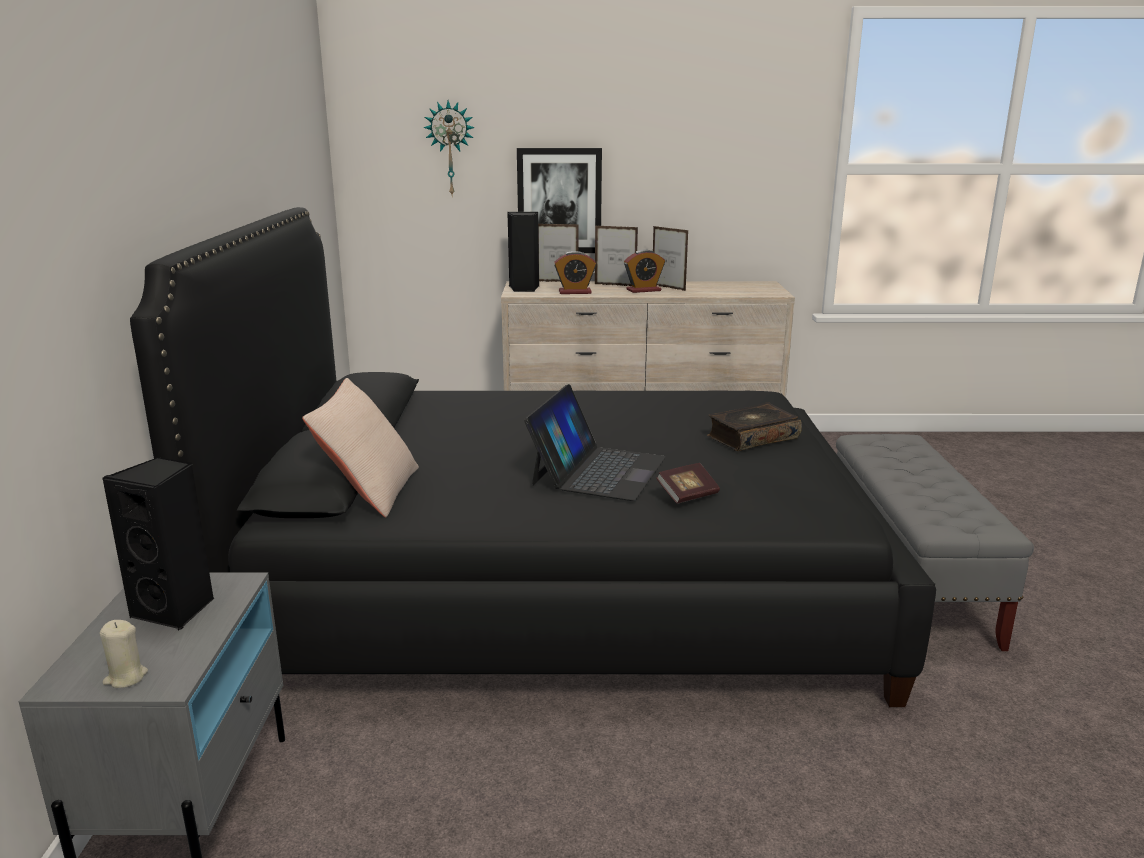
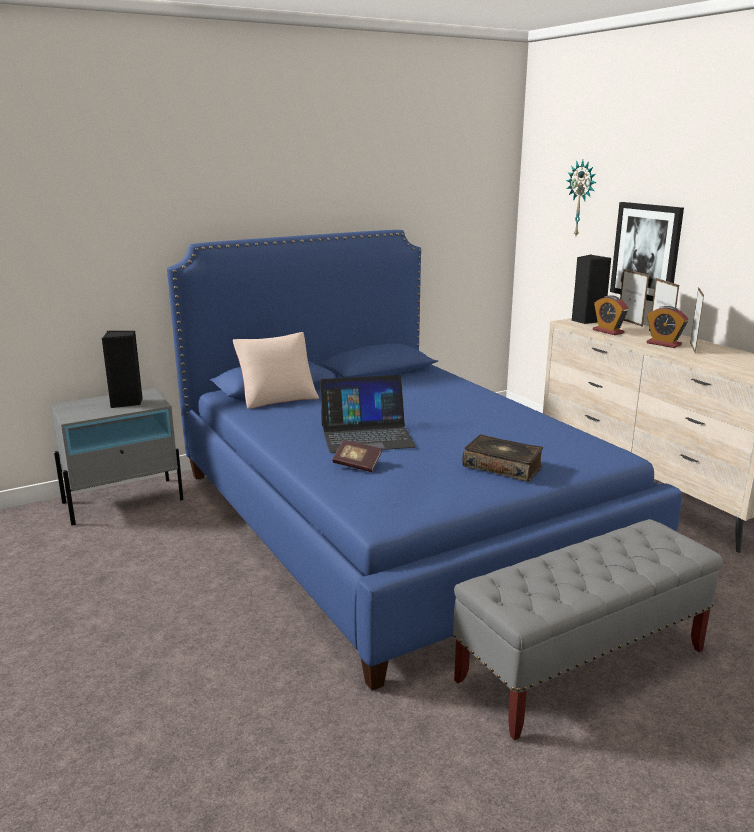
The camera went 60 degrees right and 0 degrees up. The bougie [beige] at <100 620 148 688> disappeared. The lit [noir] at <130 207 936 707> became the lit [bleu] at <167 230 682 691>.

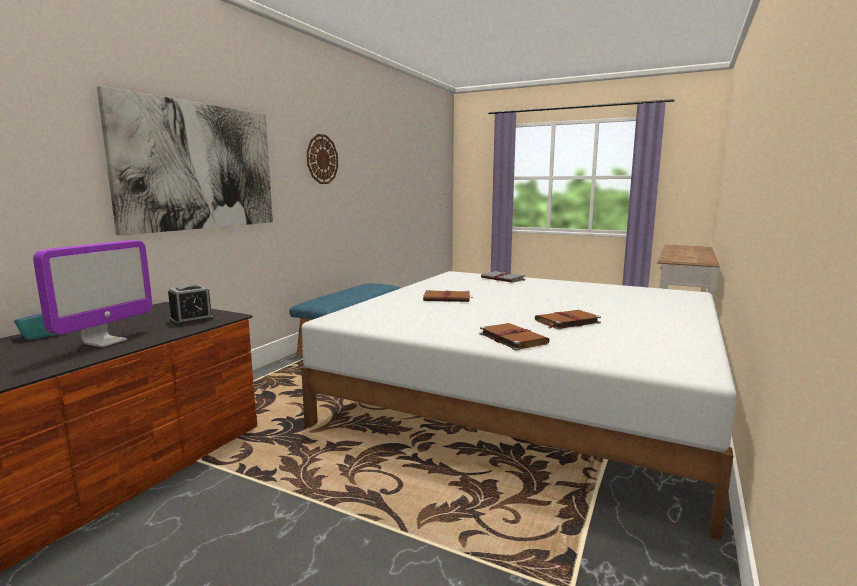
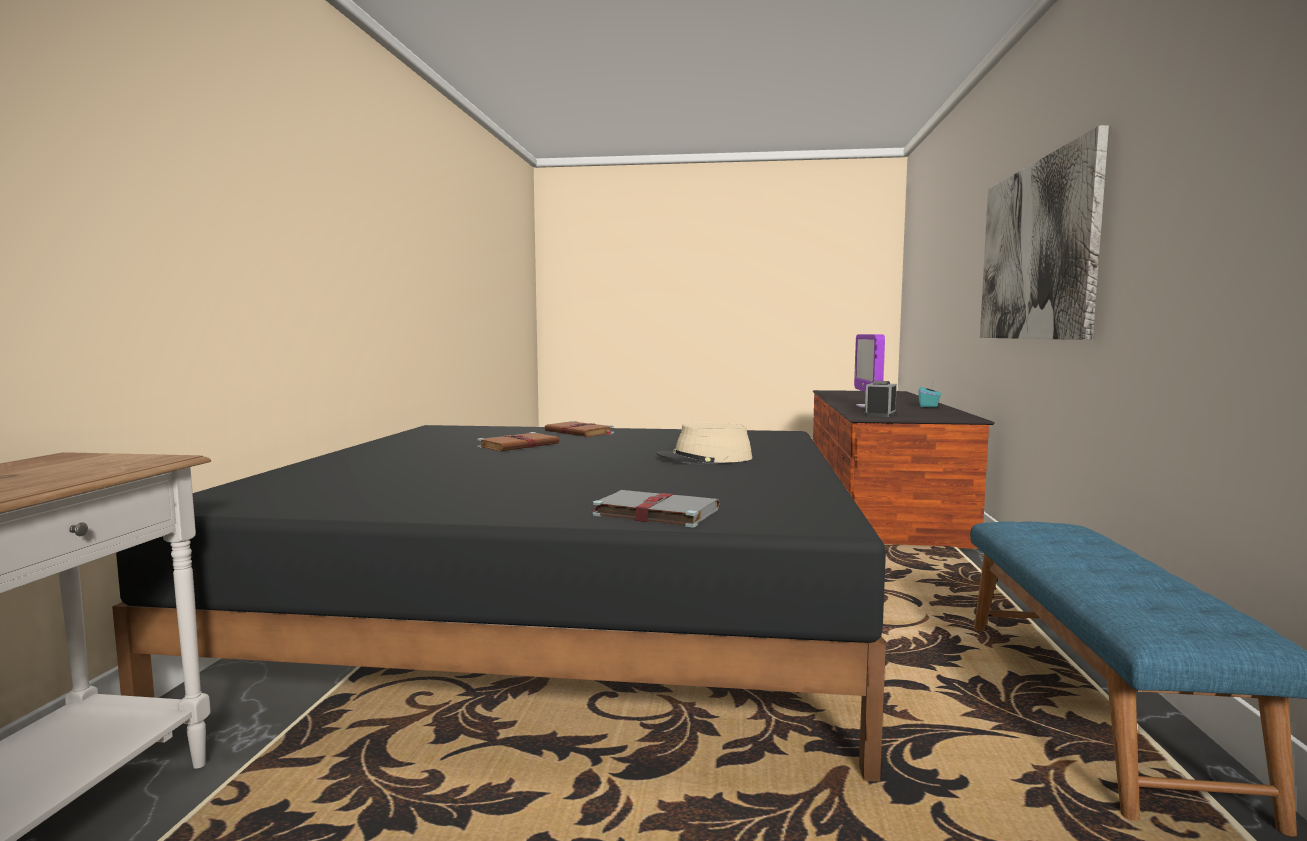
The camera went 160 degrees right and 5 degrees down. The horloge murale at <307 134 338 184> disappeared. The livre [marron] at <423 290 473 302> was replaced by the chapeau [beige] at <656 422 752 464>. The lit [blanc] at <301 271 737 541> became the lit [noir] at <112 425 886 782>.

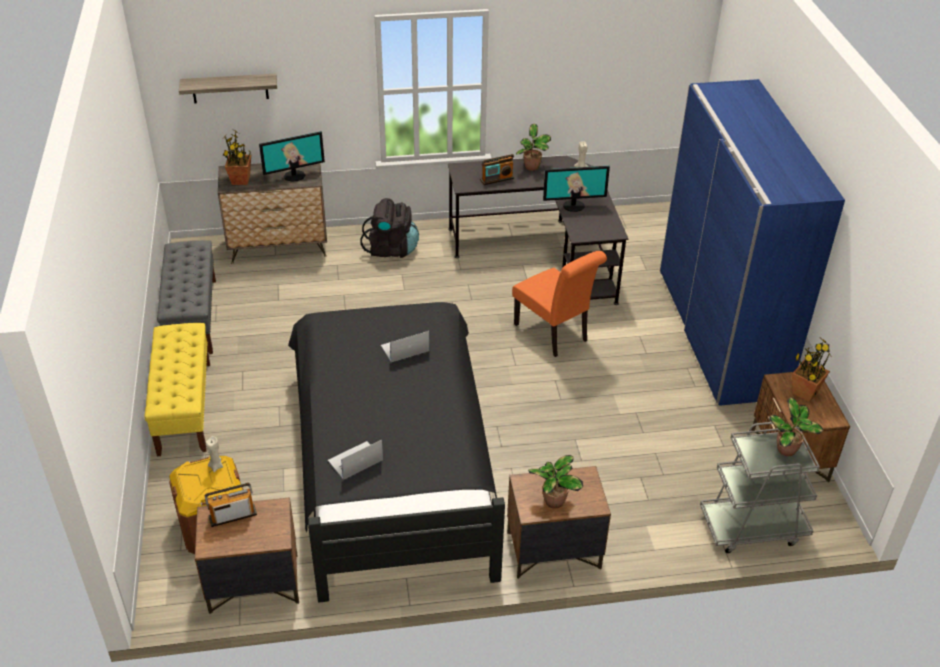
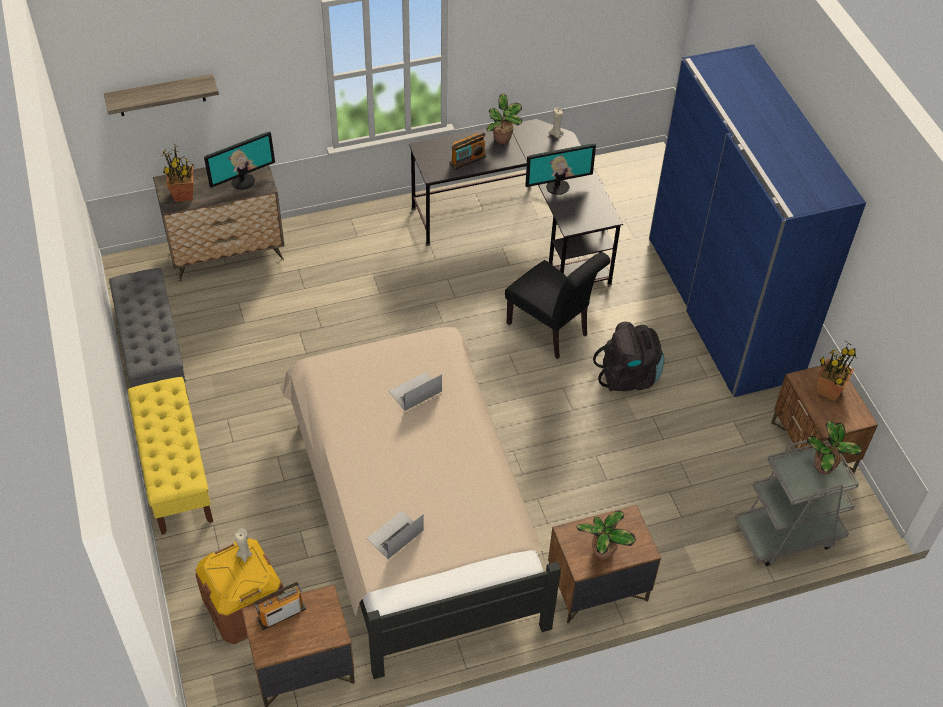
The camera went 10 degrees left and 10 degrees up. The sac à dos [noir] moved from <360 198 419 258> to <593 322 665 391>. The lit [noir] at <288 302 505 602> became the lit [beige] at <280 327 561 679>. The chaise [orange] at <512 251 607 357> became the chaise [noir] at <505 252 611 359>.

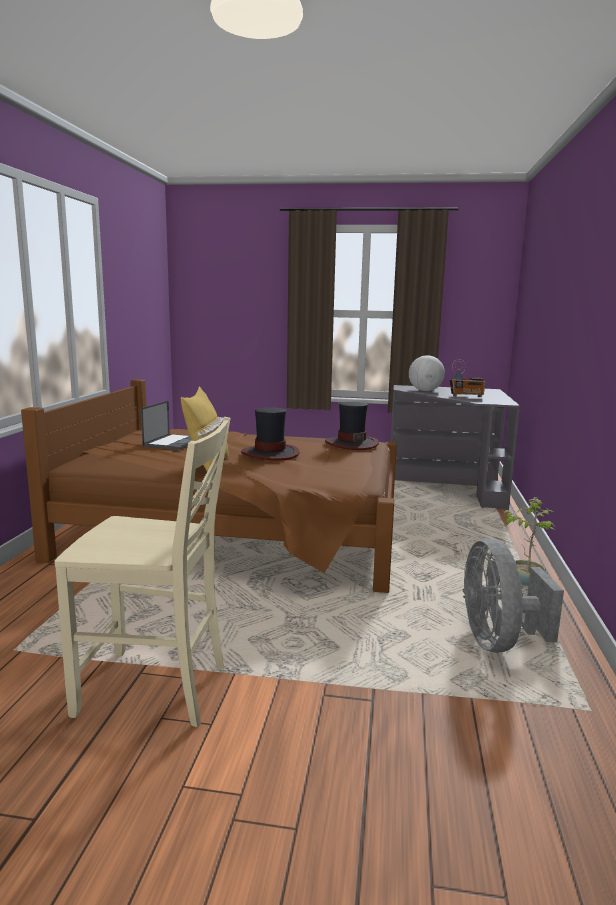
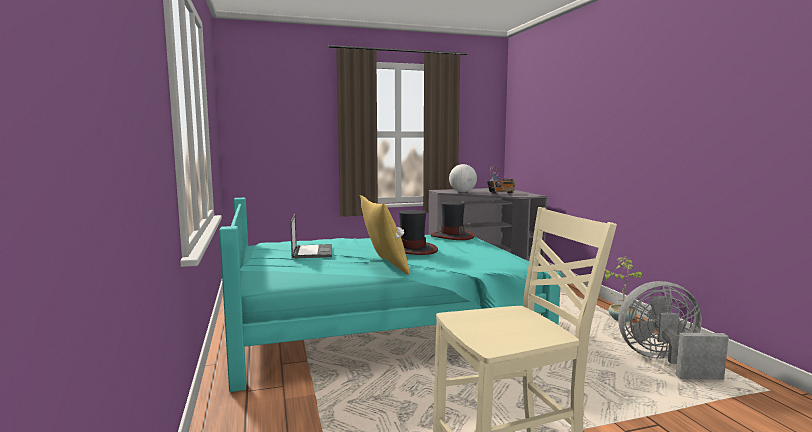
The camera went 25 degrees left and 5 degrees down. The lit [marron] at <21 379 397 593> became the lit [turquoise] at <219 198 561 392>. The ventilateur [gris] at <463 539 564 653> turned 120 degrees clockwise.

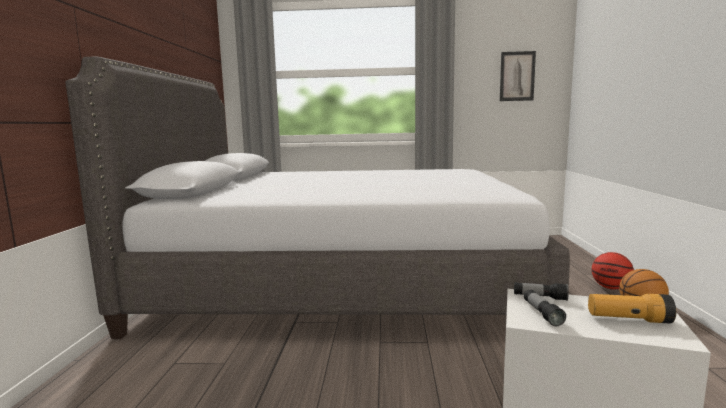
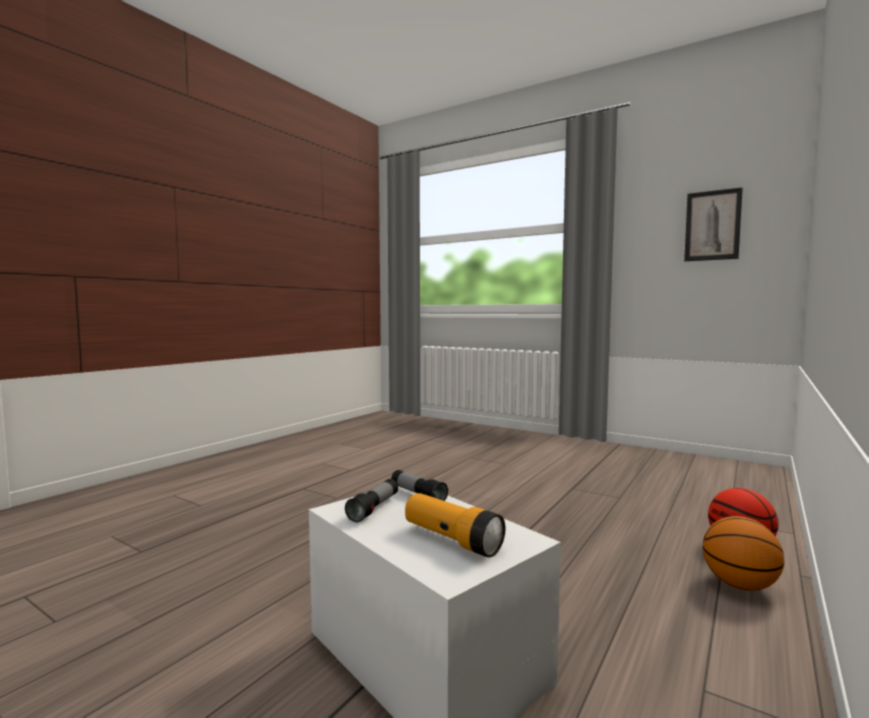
The camera went 30 degrees right and 5 degrees down. The lit [gris] at <65 56 570 339> disappeared.

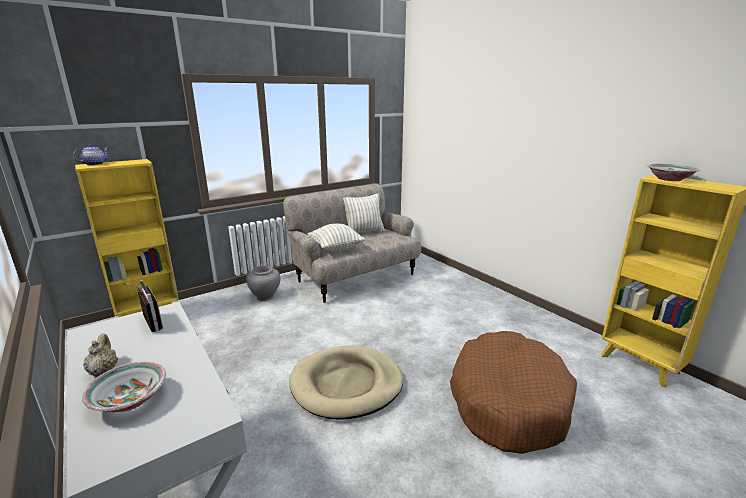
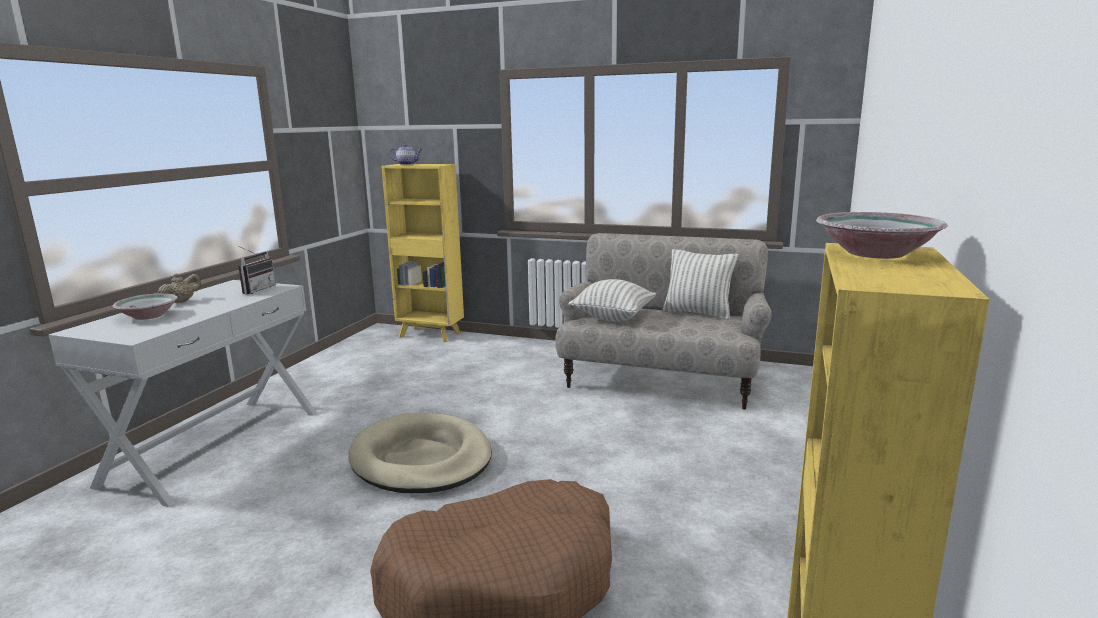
The camera went 55 degrees right and 5 degrees down. The vase [gris] at <246 266 280 301> disappeared.

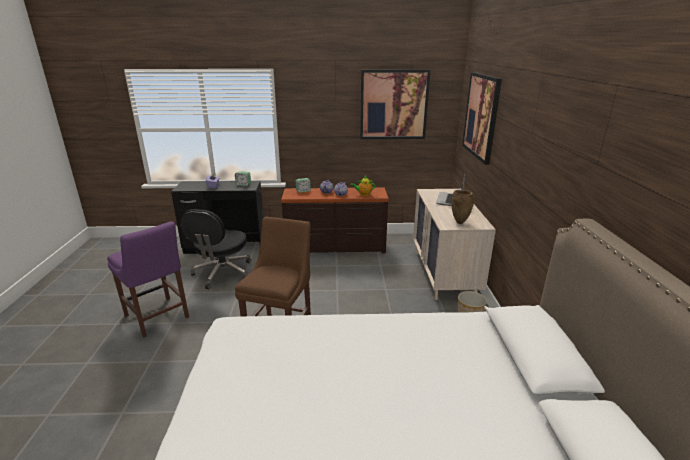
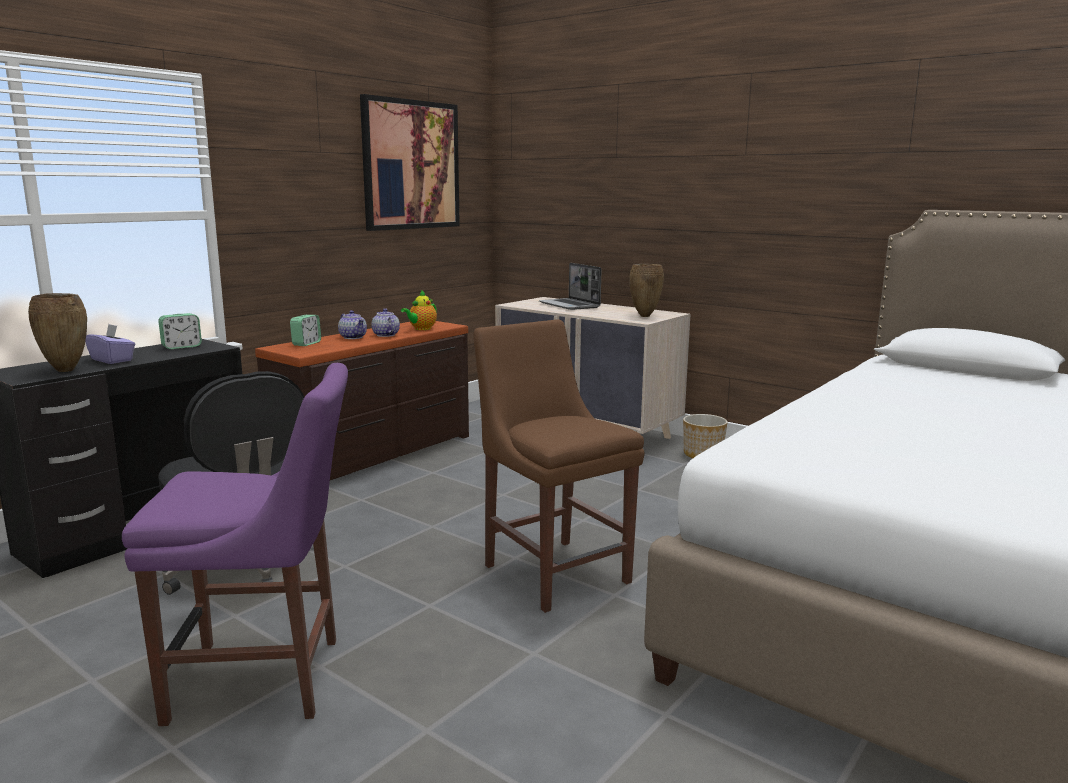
The camera went 50 degrees left and 10 degrees down. The tableau at <462 72 502 165> disappeared. The vase [marron] at <28 293 87 372> appeared.

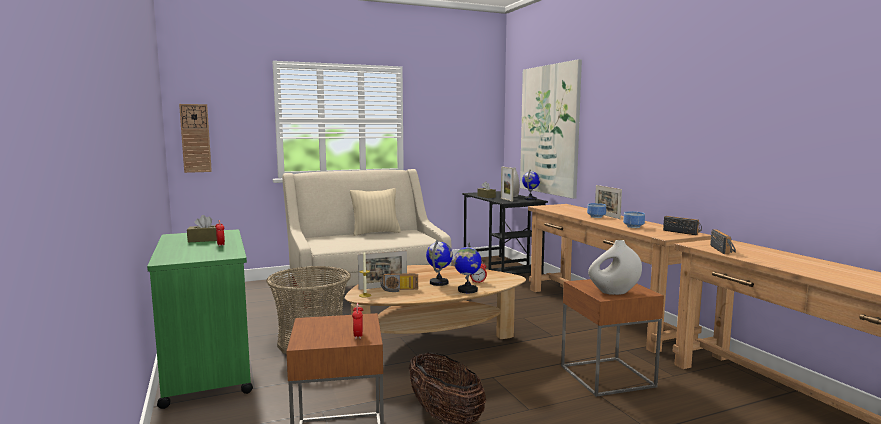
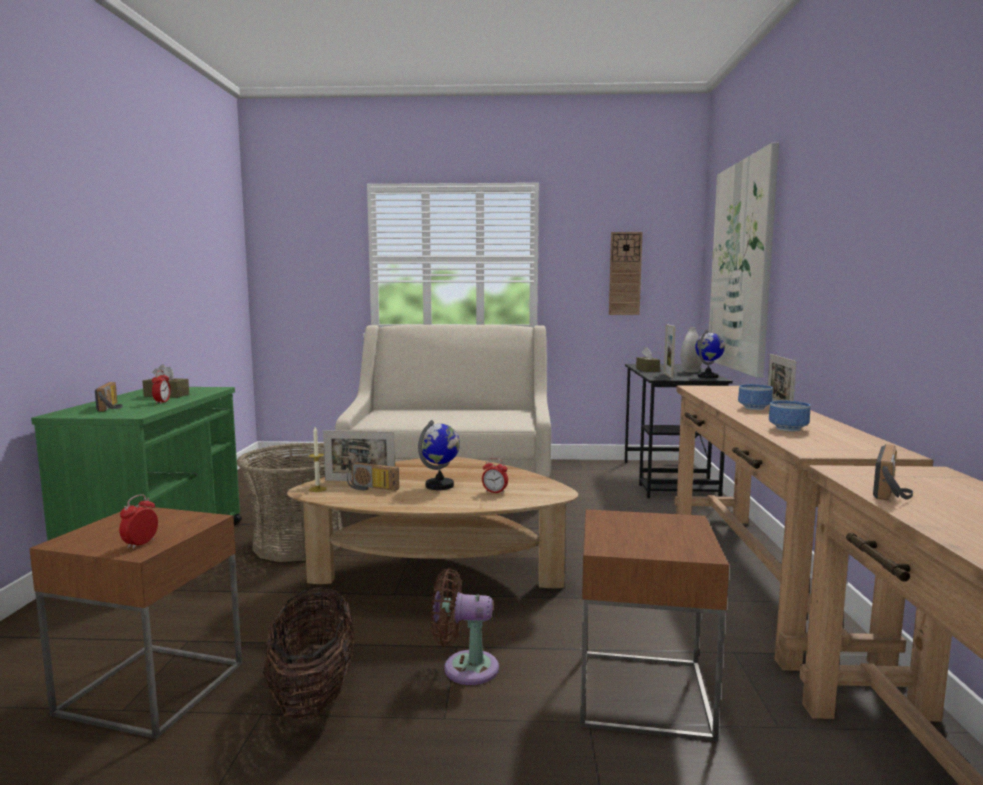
The camera went 25 degrees right and 0 degrees up. The coussin [beige] at <350 188 401 236> disappeared. The globe at <454 243 481 293> disappeared. The vase [blanc] at <588 240 642 295> disappeared. The ventilateur [marron] at <431 568 499 685> appeared. The horloge murale moved from <179 104 212 173> to <609 232 643 315>. The radio moved from <663 216 702 235> to <95 382 123 412>.

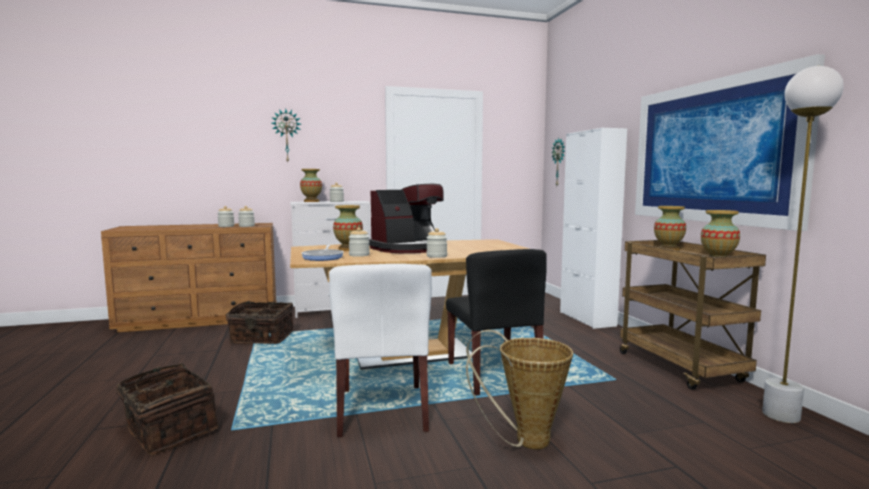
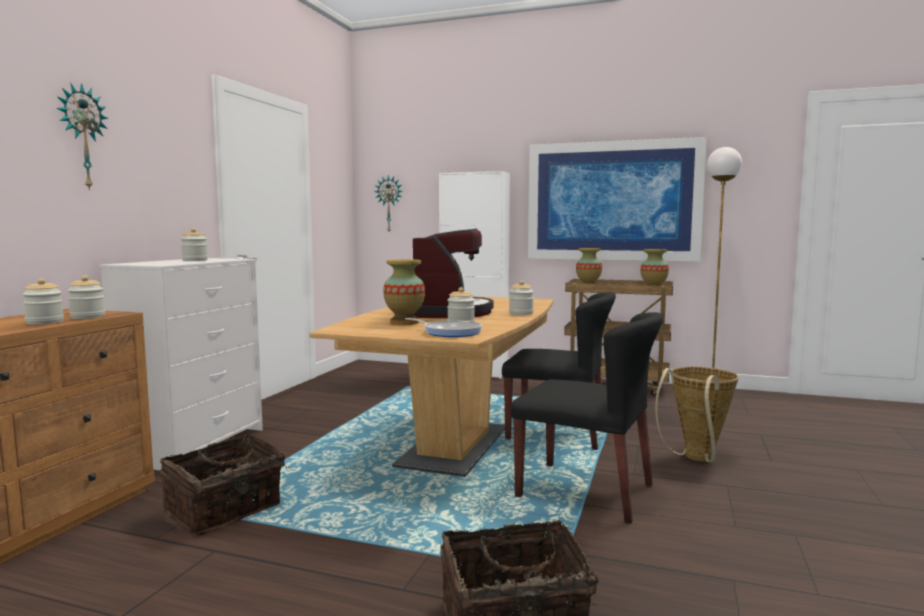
The camera went 55 degrees left and 0 degrees up. The vase at <300 169 322 202> disappeared. The chaise [blanc] at <329 264 432 437> became the chaise [noir] at <511 312 663 524>.

